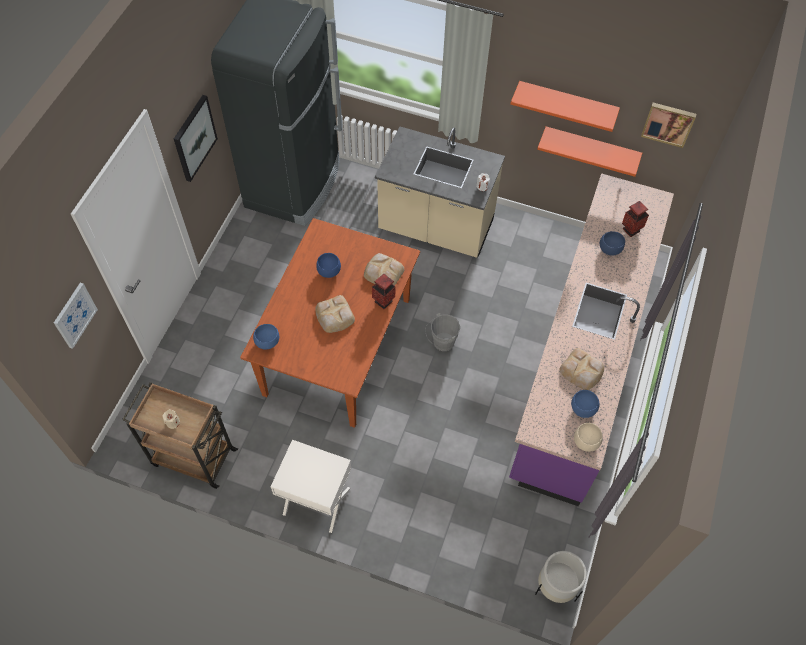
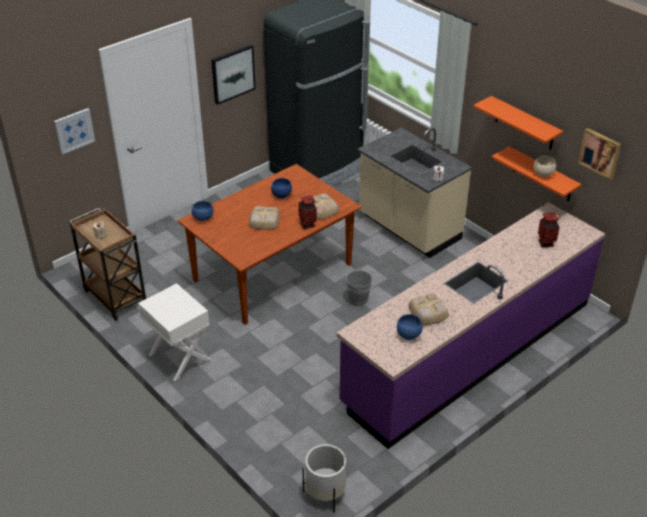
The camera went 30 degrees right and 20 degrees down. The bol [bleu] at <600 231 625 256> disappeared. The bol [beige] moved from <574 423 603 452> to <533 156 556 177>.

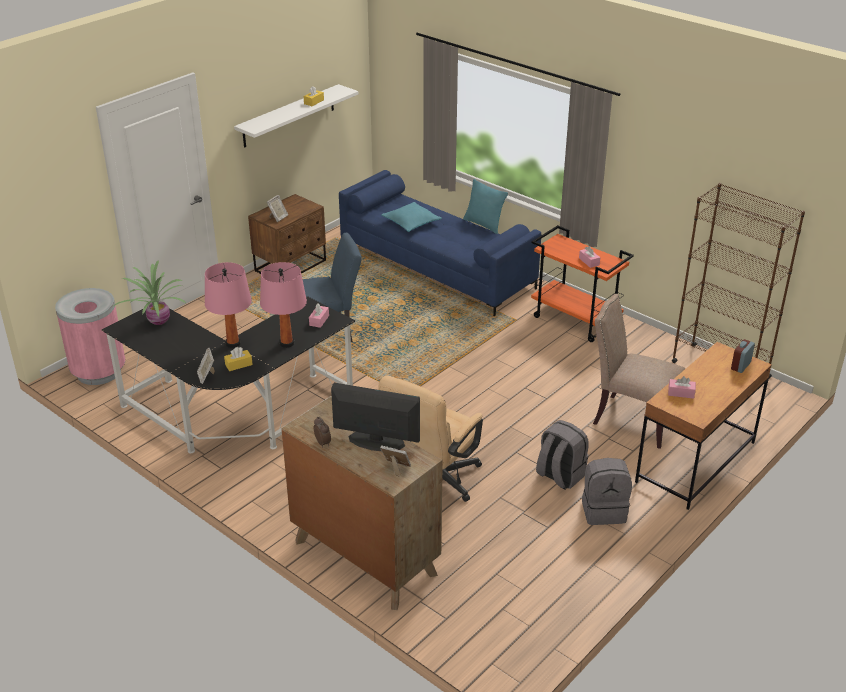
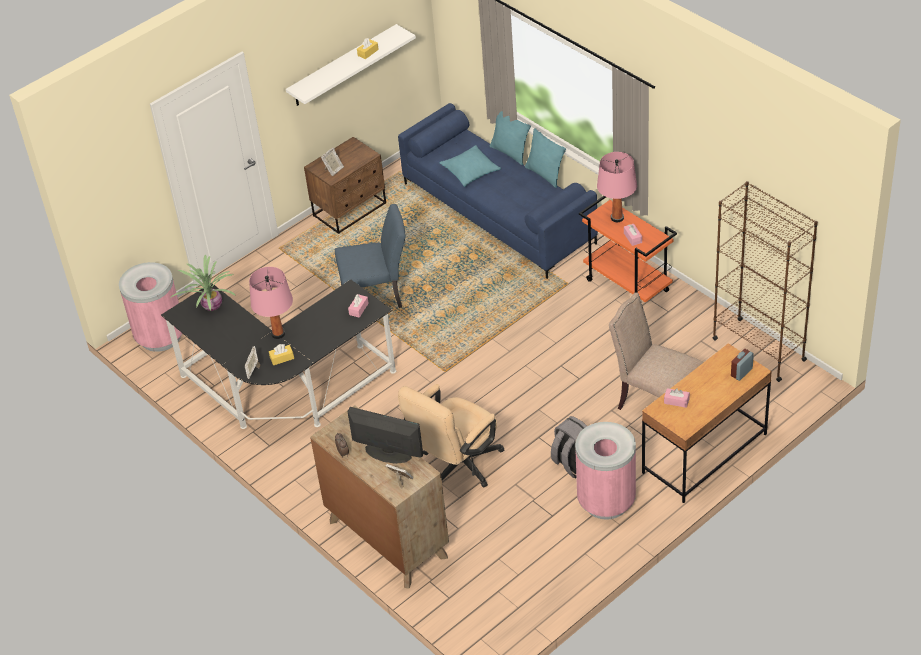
The camera went 10 degrees right and 10 degrees up. The coussin [turquoise] at <490 111 531 165> appeared. The lampe de table [rose] moved from <260 262 307 348> to <597 152 637 222>. The sac à dos [gris] at <582 458 632 525> was replaced by the poubelle [rose] at <575 422 636 520>.

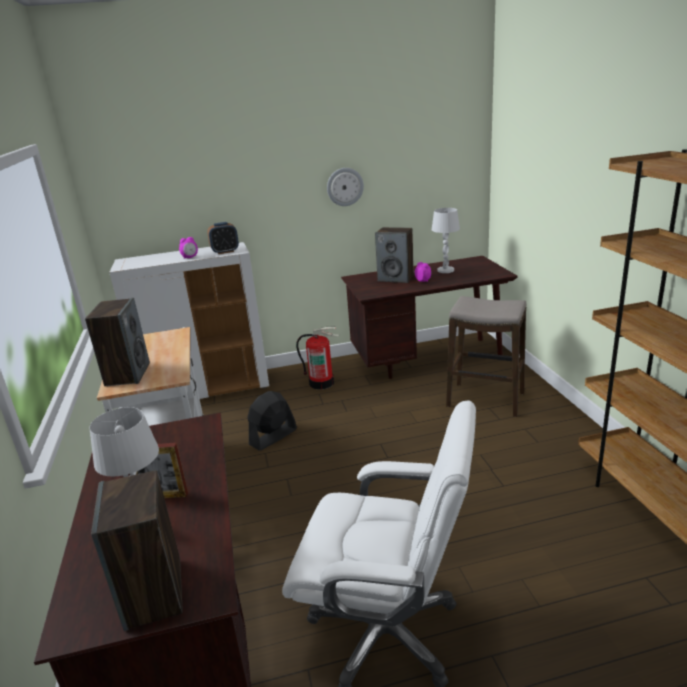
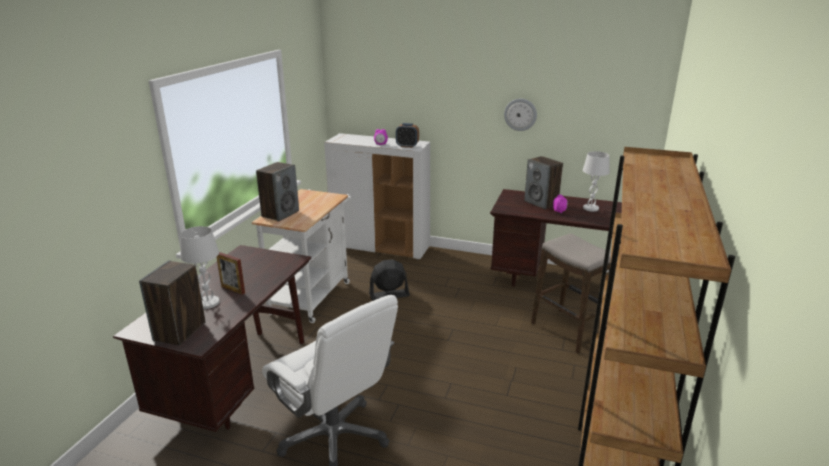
The camera went 30 degrees right and 0 degrees up. The extincteur at <296 326 339 390> disappeared.

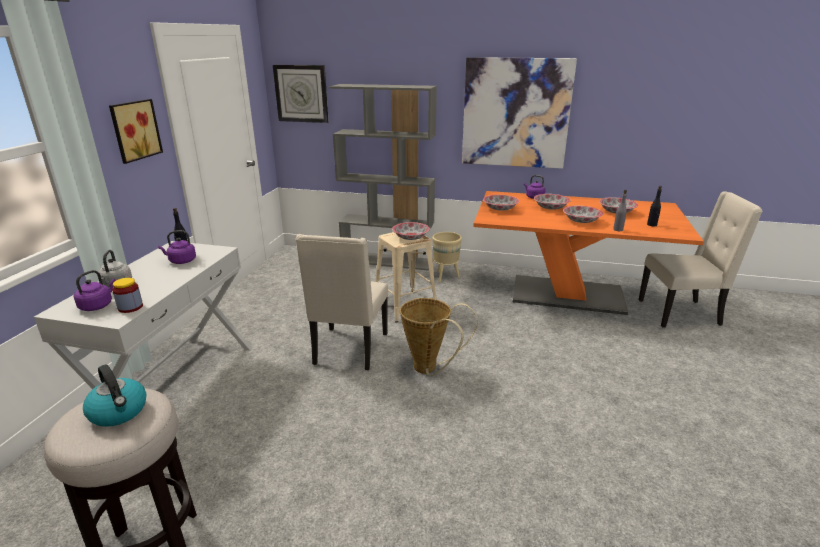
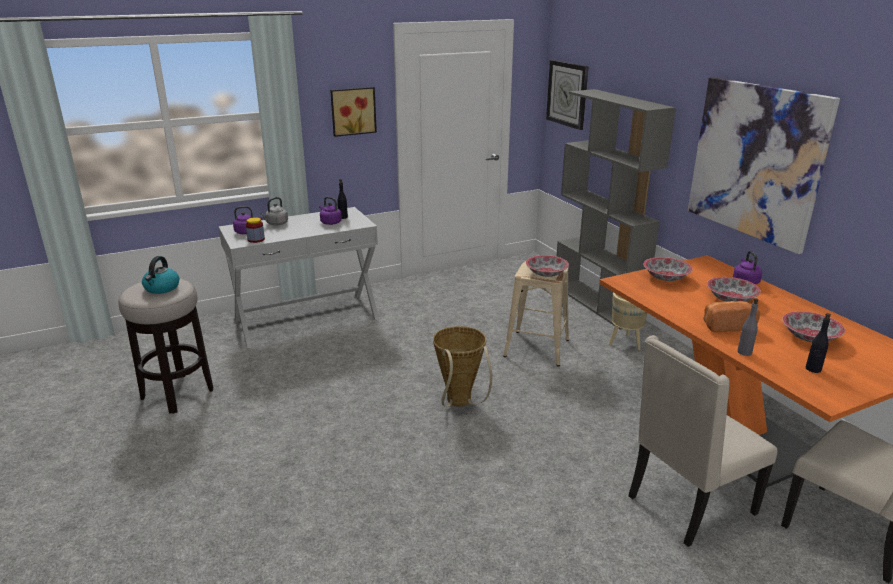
The camera went 50 degrees right and 0 degrees up. The chaise [beige] moved from <295 234 388 370> to <629 335 778 547>. The bol at <563 206 603 223> was replaced by the pain at <703 301 760 332>.

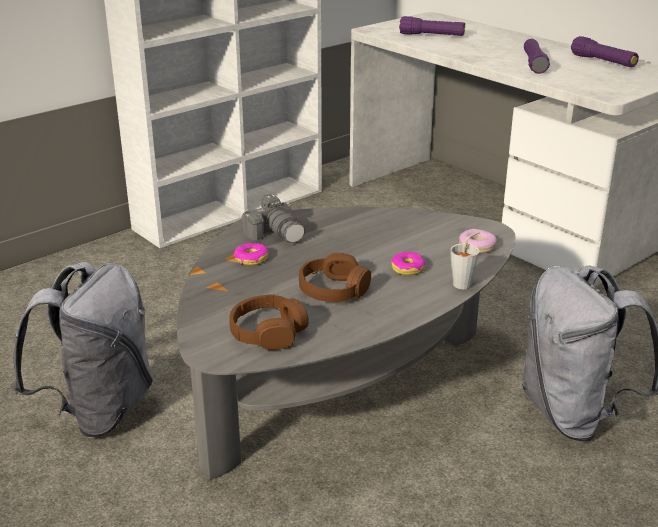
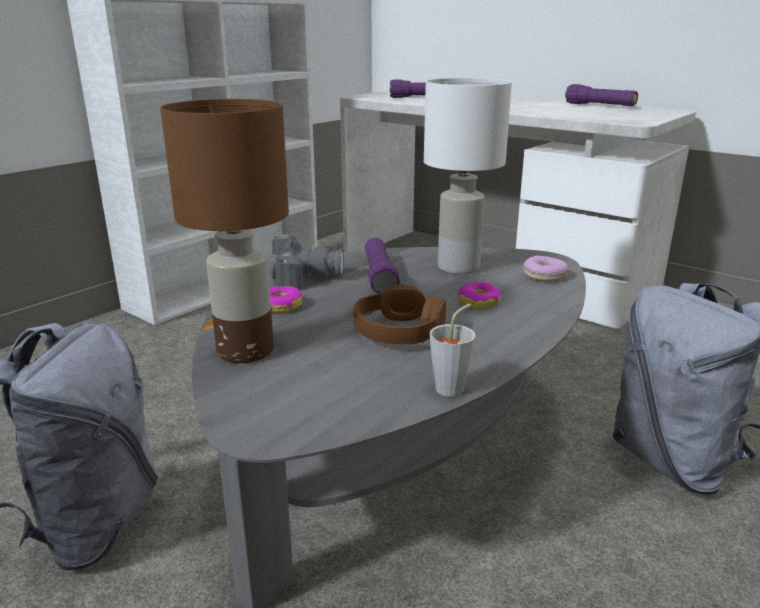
The camera went 10 degrees left and 5 degrees down. The casque audio [marron] at <229 295 309 350> disappeared. The lampe de table [marron] at <160 99 289 363> appeared. The lampe de table [blanc] at <424 78 512 274> appeared. The tasse [gris] moved from <450 231 480 290> to <430 304 475 397>. The lampe de poche [violet] moved from <524 39 550 74> to <365 237 400 294>. The appareil photo at <241 194 305 243> turned 45 degrees counterclockwise.

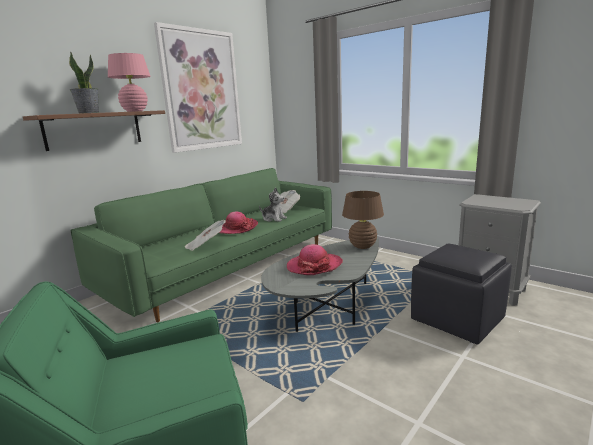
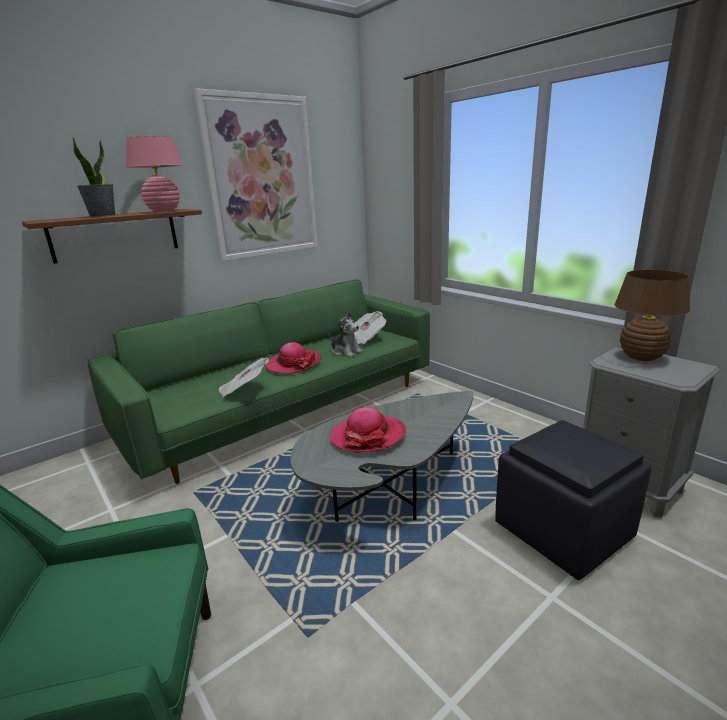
The camera went 10 degrees right and 5 degrees up. The lampe de table [marron] moved from <342 191 384 249> to <615 270 690 361>.

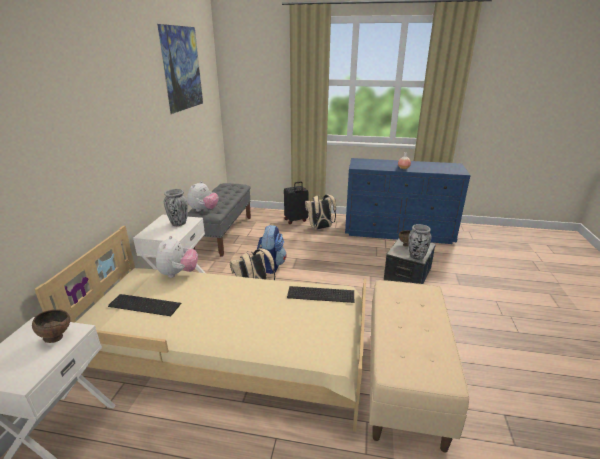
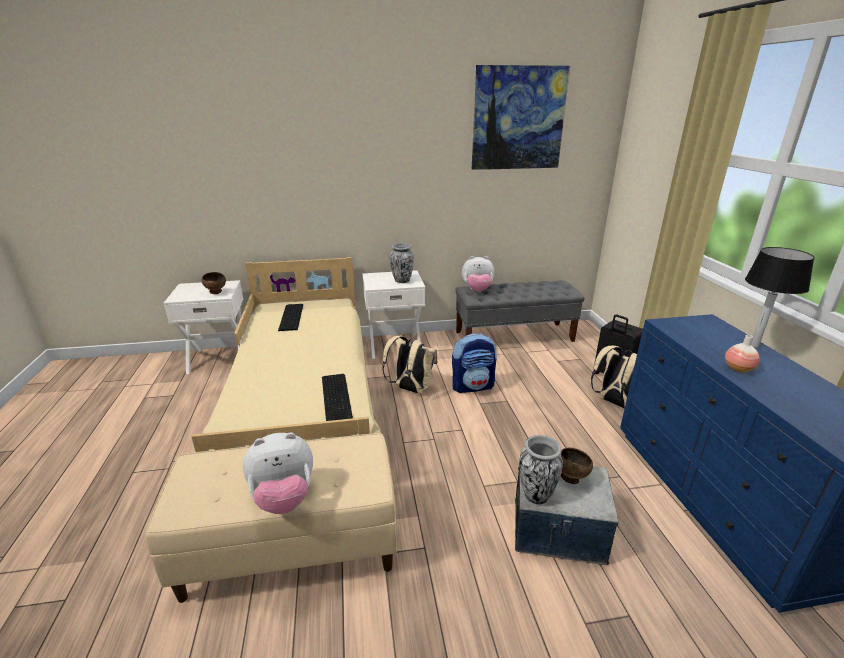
The camera went 70 degrees right and 0 degrees up. The lampe de table at <745 247 815 348> appeared. The peluche moved from <156 236 198 278> to <243 432 313 514>.

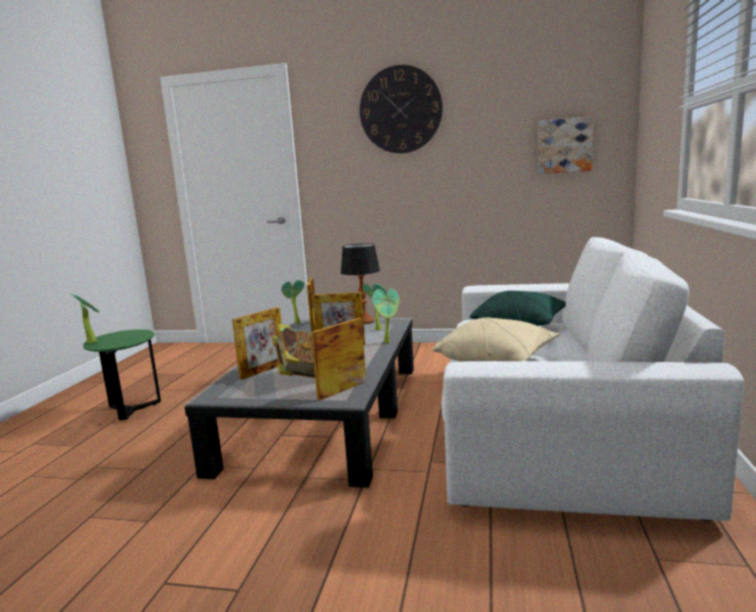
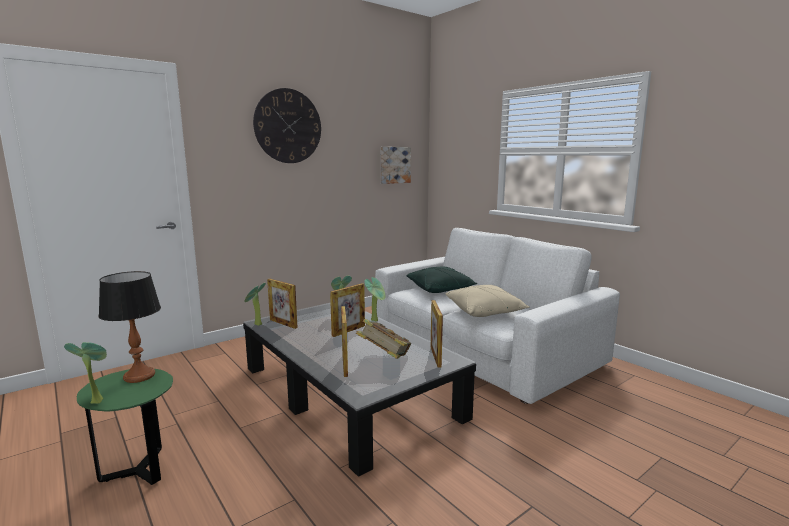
The camera went 50 degrees left and 0 degrees up. The lampe de table moved from <341 243 380 324> to <98 271 161 383>.

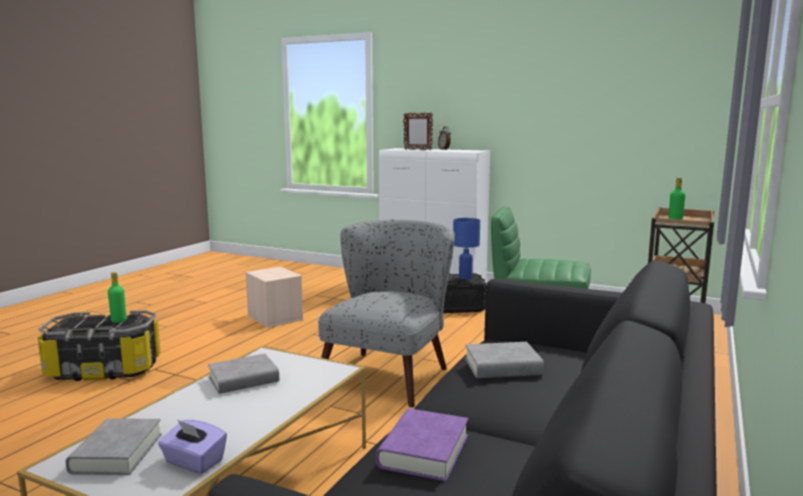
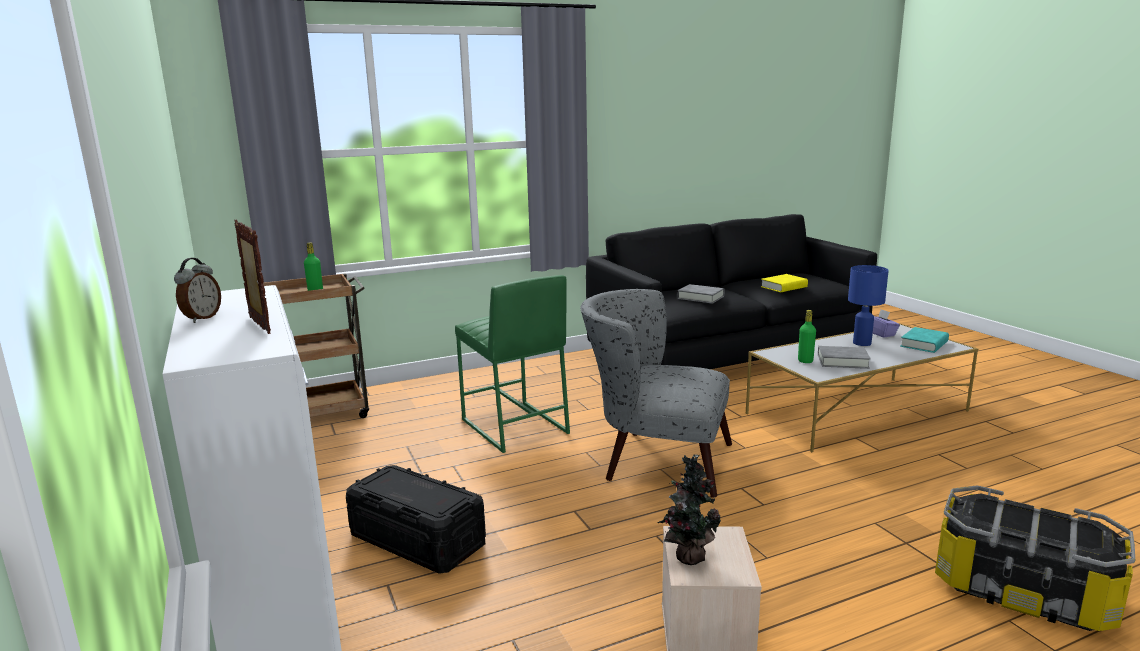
The camera went 140 degrees left and 5 degrees up. The plante en pot at <658 454 721 565> appeared. The bouteille [vert] moved from <108 272 126 323> to <798 310 816 363>. The lampe de table [bleu] moved from <453 218 480 280> to <848 265 889 346>. The livre [gris] at <66 418 162 475> became the livre [turquoise] at <900 327 949 353>. The livre [violet] at <376 409 468 482> became the livre [jaune] at <761 274 808 292>. The fauteuil [gris] at <318 219 455 408> turned 45 degrees clockwise.

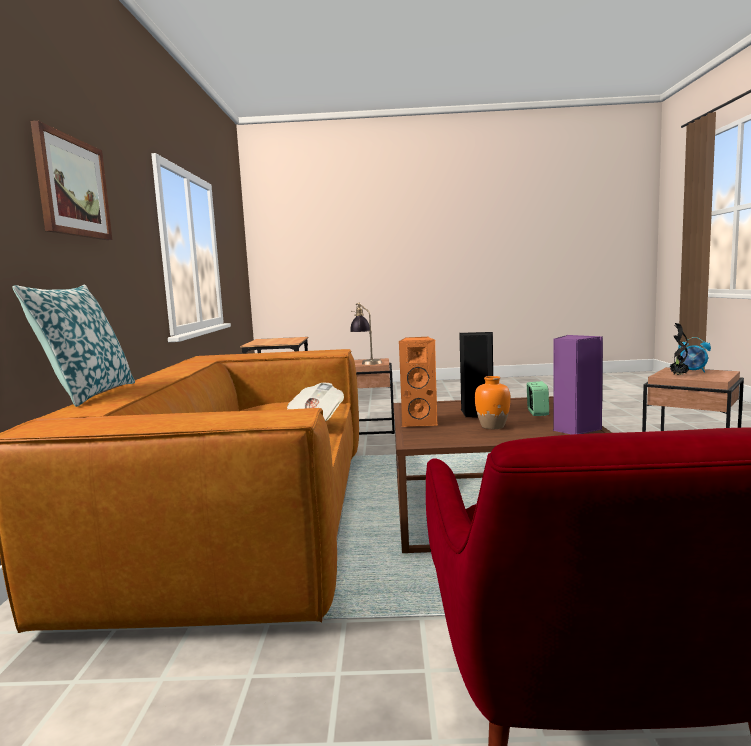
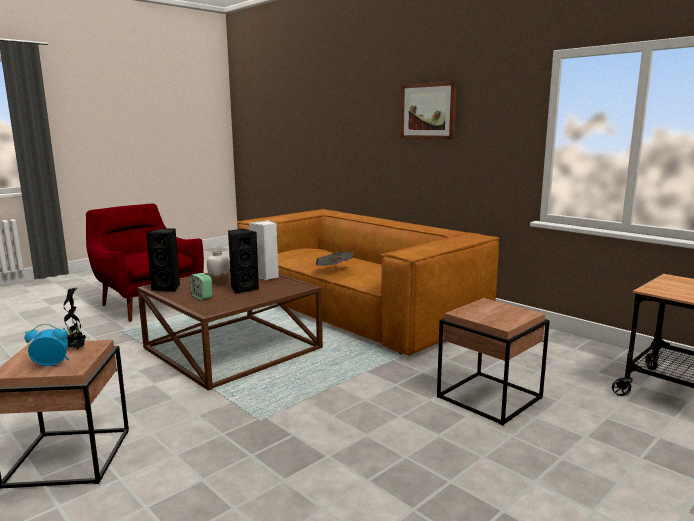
The camera went 135 degrees right and 5 degrees up. The coussin at <13 285 135 407> disappeared. The lampe de table at <350 303 382 365> disappeared. The enceinte [orange] at <399 337 438 427> became the enceinte [blanc] at <249 220 279 280>. The vase [orange] at <475 376 511 429> became the vase [blanc] at <207 250 230 284>. The enceinte [violet] at <553 335 603 435> became the enceinte [noir] at <146 228 180 292>.

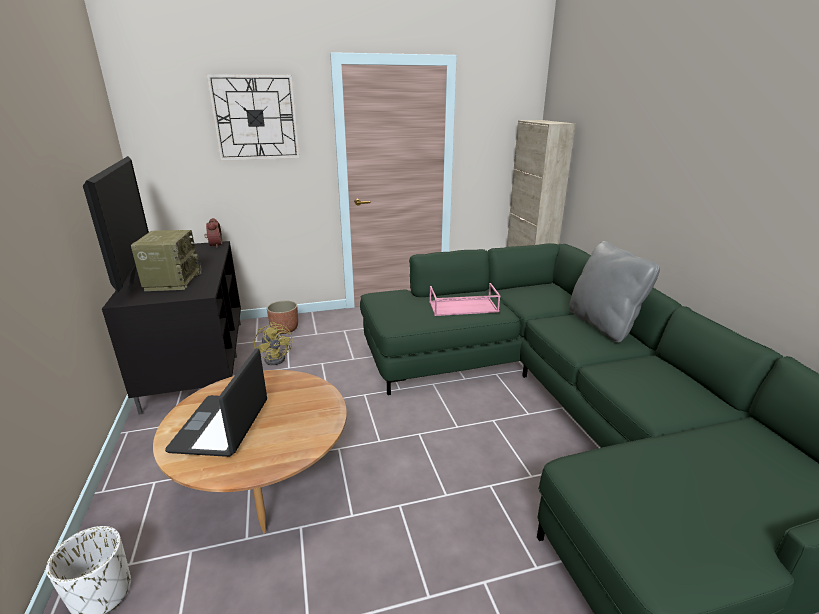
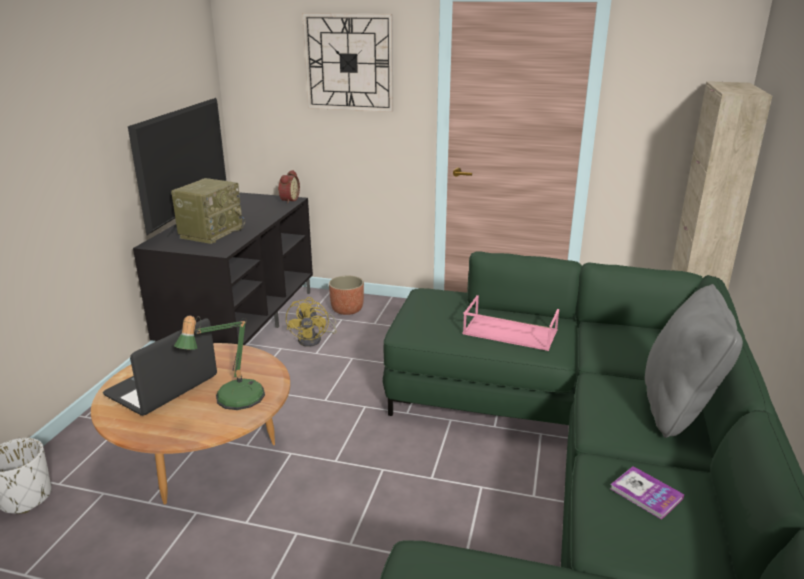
The camera went 30 degrees right and 0 degrees up. The lampe de table at <174 315 265 410> appeared. The livre at <610 466 684 520> appeared.

